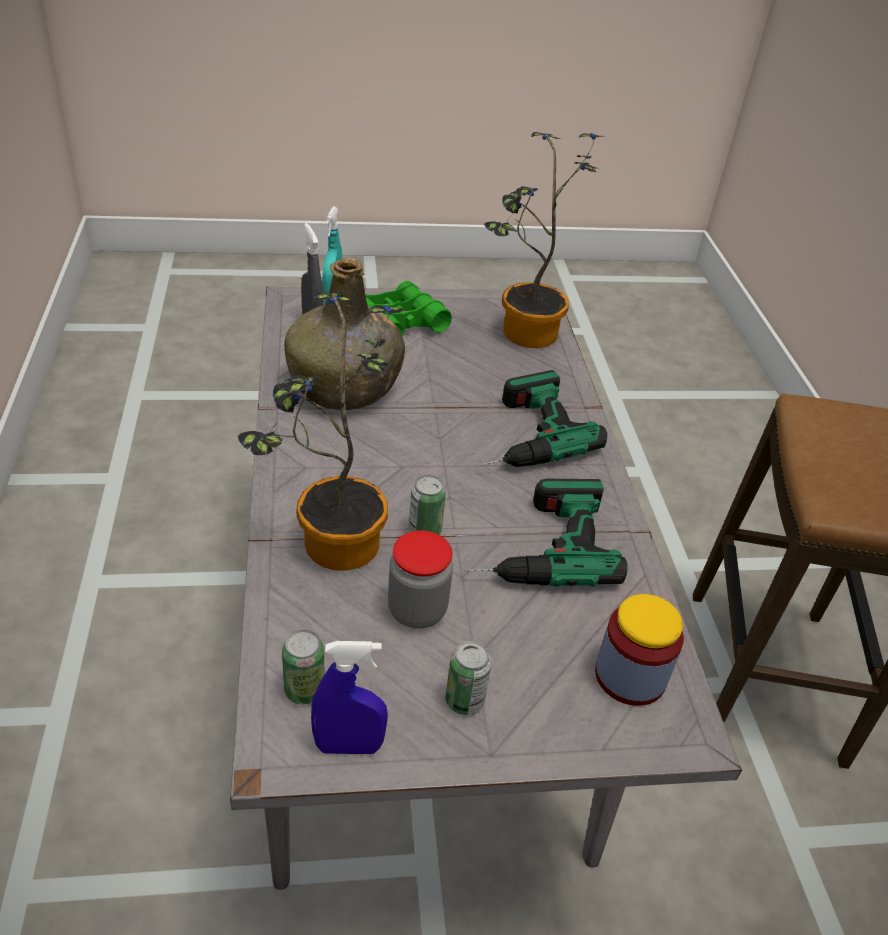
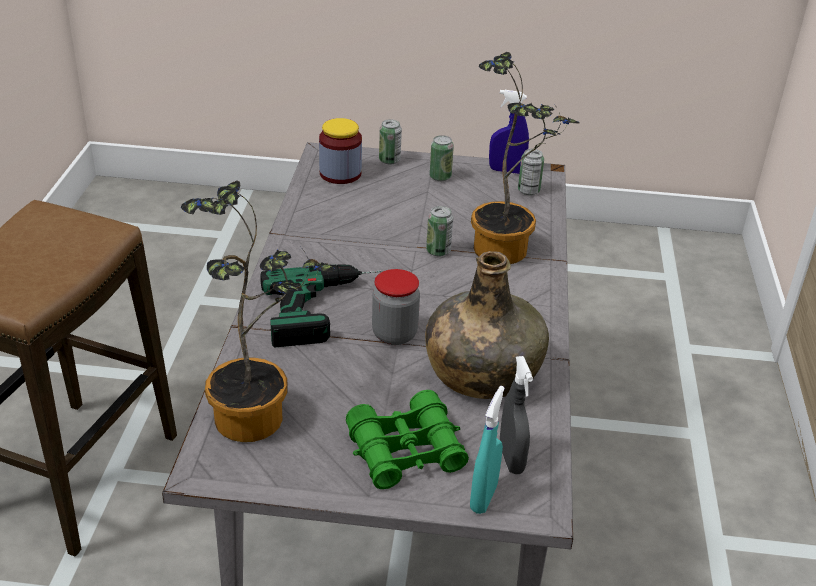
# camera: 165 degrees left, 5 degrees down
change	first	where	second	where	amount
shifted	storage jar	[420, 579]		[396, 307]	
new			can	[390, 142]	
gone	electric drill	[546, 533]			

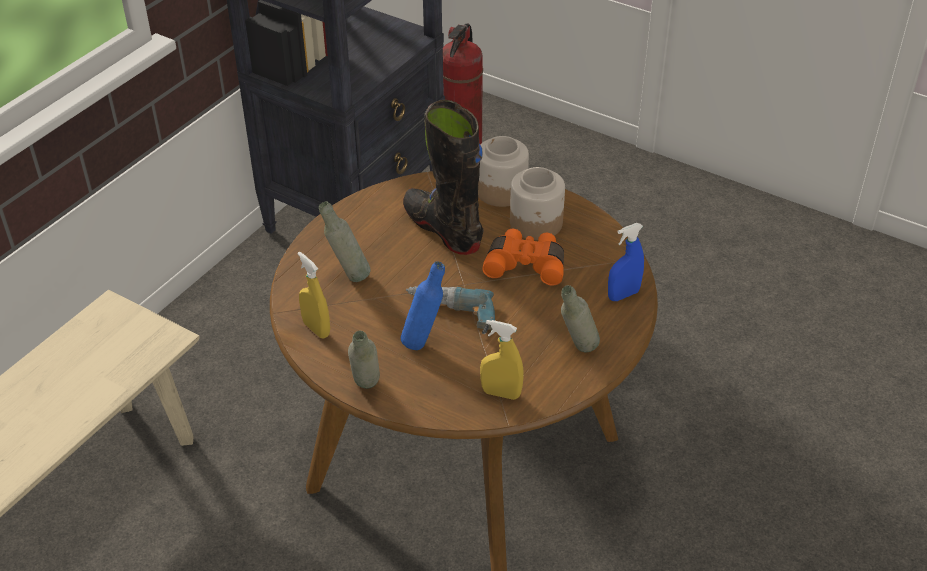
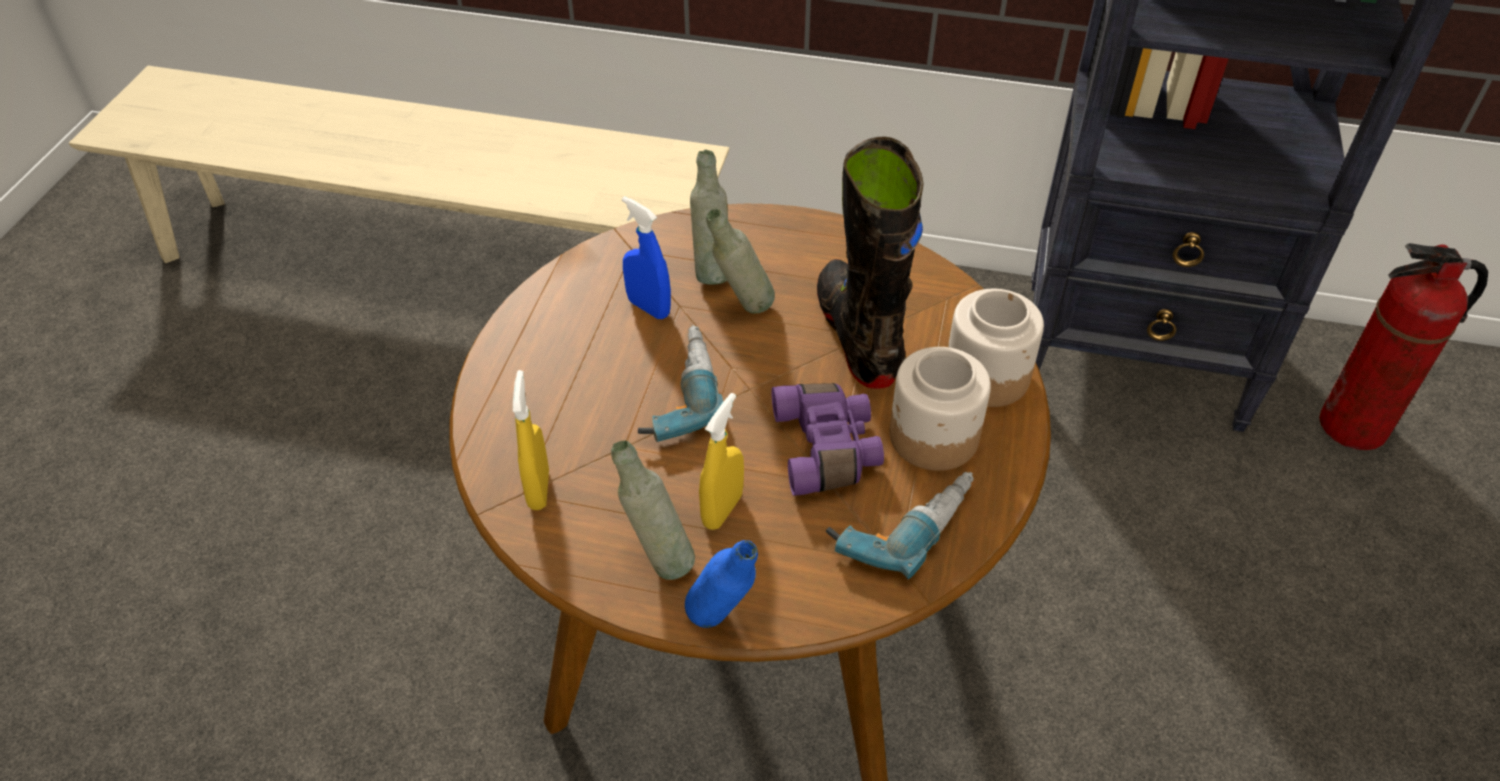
# camera: 70 degrees right, 5 degrees up
change	first	where	second	where	amount
shifted	hand sprayer/blue-coloured	[626, 262]		[646, 257]	
shifted	beverage bottle/blue-coloured	[423, 305]		[721, 584]	
shifted	hand sprayer/yellow-coloured	[313, 295]		[721, 461]	
shifted	beverage bottle/greyish	[364, 360]		[740, 261]	
repainted	binoculars/orangey	[523, 257]	binoculars/purple	[828, 439]	
rotated	high-top boot/blackish	[443, 177]		[870, 262]	45 degrees counterclockwise
new			electric drill	[900, 526]	

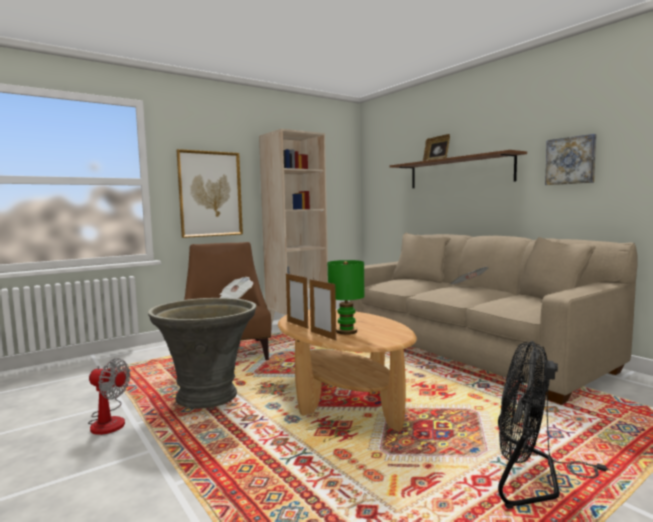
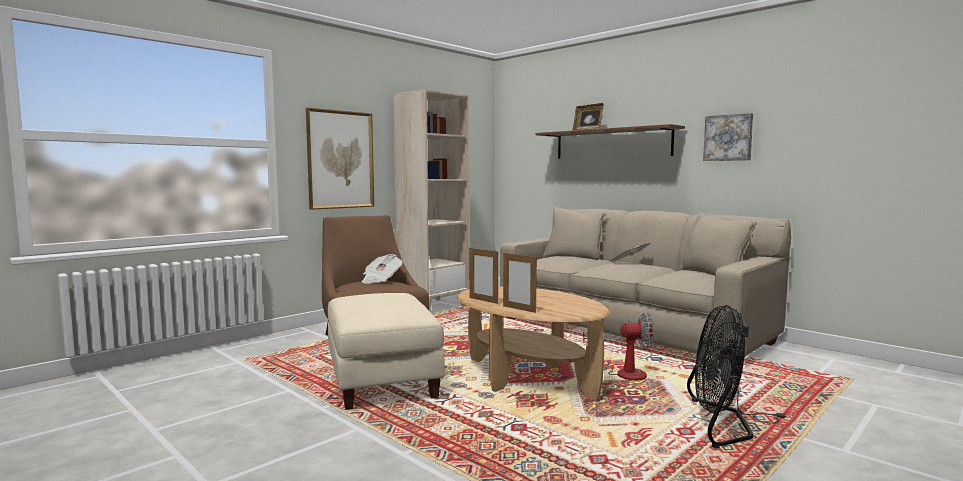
# camera: 10 degrees left, 0 degrees up
change	first	where	second	where	amount
swapped	planter/greyish	[202, 353]	footrest/sand-coloured	[386, 351]	
shifted	fan	[109, 396]		[618, 346]	
gone	tabletop lamp/greenish	[346, 297]			

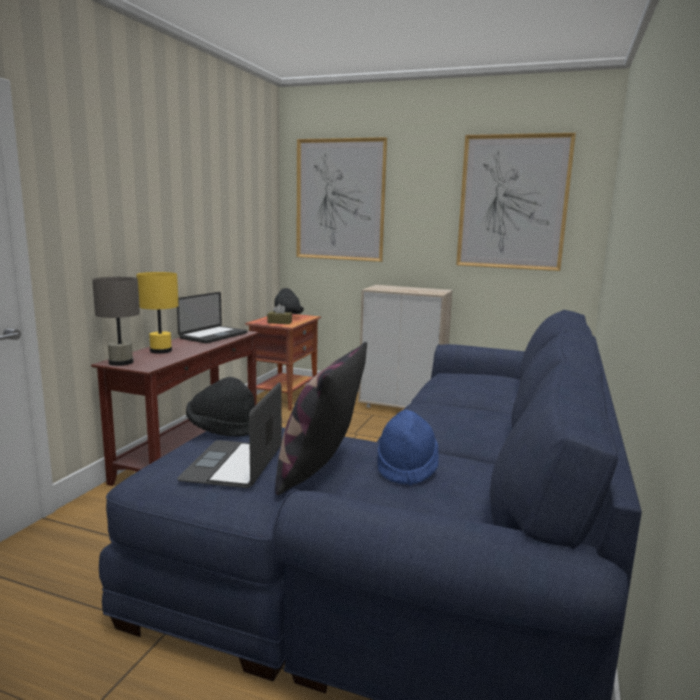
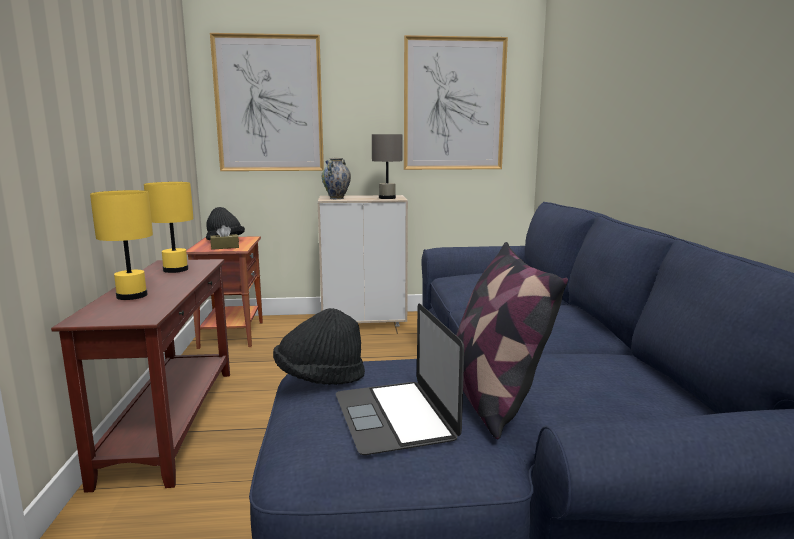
# camera: 25 degrees left, 0 degrees up
change	first	where	second	where	amount
swapped	notebook computer	[212, 317]	tabletop lamp/yellow-coloured	[168, 227]	
new			decorative vase	[336, 178]	
shifted	tabletop lamp/greyish	[116, 321]		[387, 166]	
gone	hat/blue-coloured	[408, 448]			

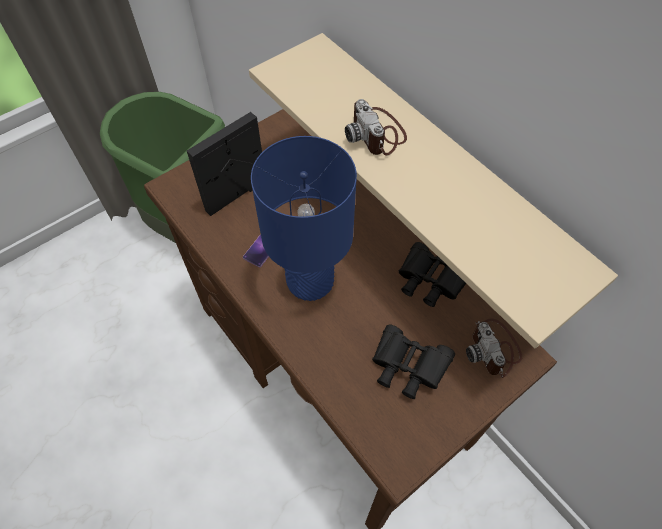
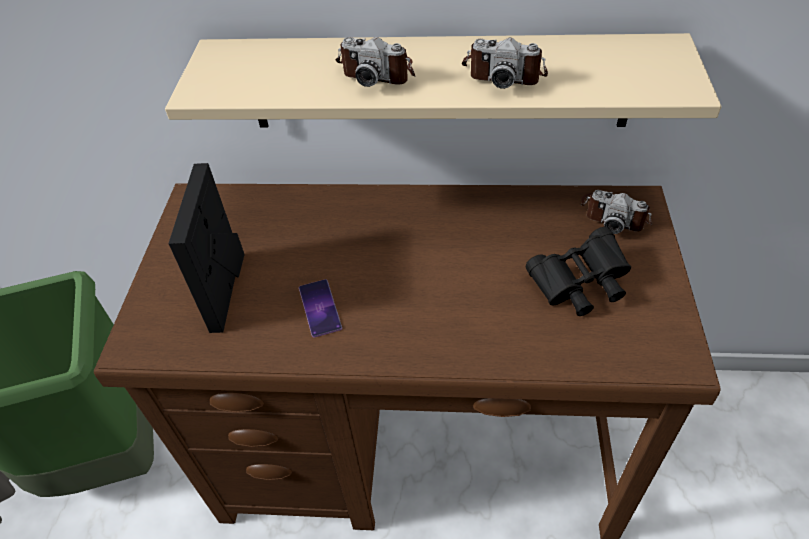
# camera: 45 degrees left, 10 degrees down
change	first	where	second	where	amount
new			still camera	[505, 63]	
gone	tabletop lamp/blue-coloured	[304, 218]			
gone	binoculars/blackish	[432, 274]			

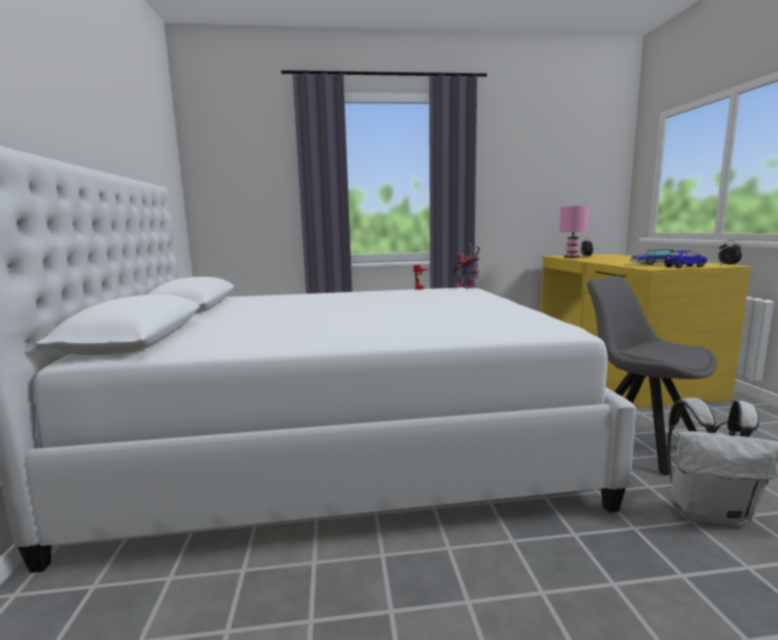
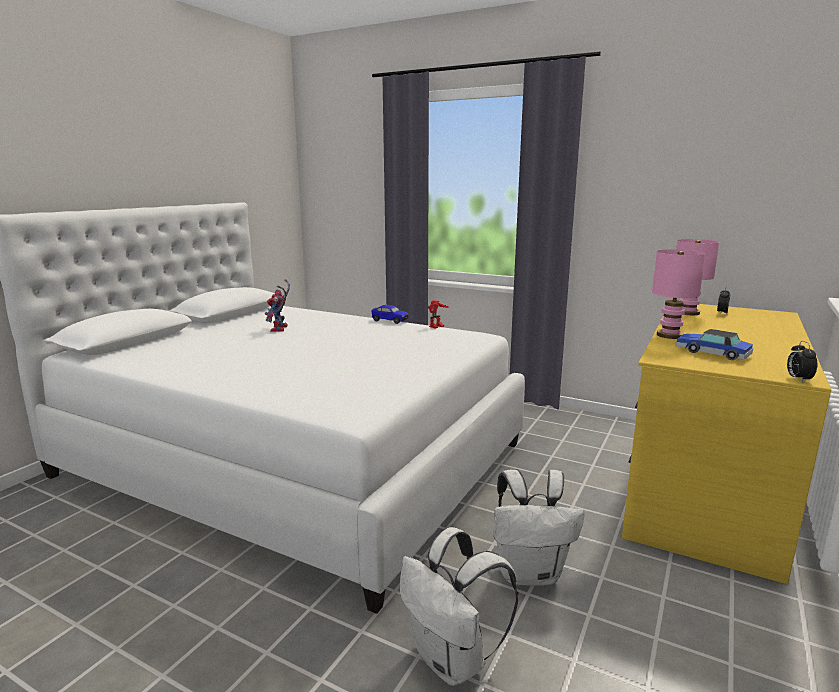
# camera: 35 degrees right, 5 degrees up
change	first	where	second	where	amount
shifted	model robot	[466, 266]		[277, 305]	
shifted	model car	[685, 259]		[390, 314]	
swapped	upright chair/greyish	[652, 375]	backpack/white	[539, 527]	
new			tabletop lamp/pink	[679, 294]	

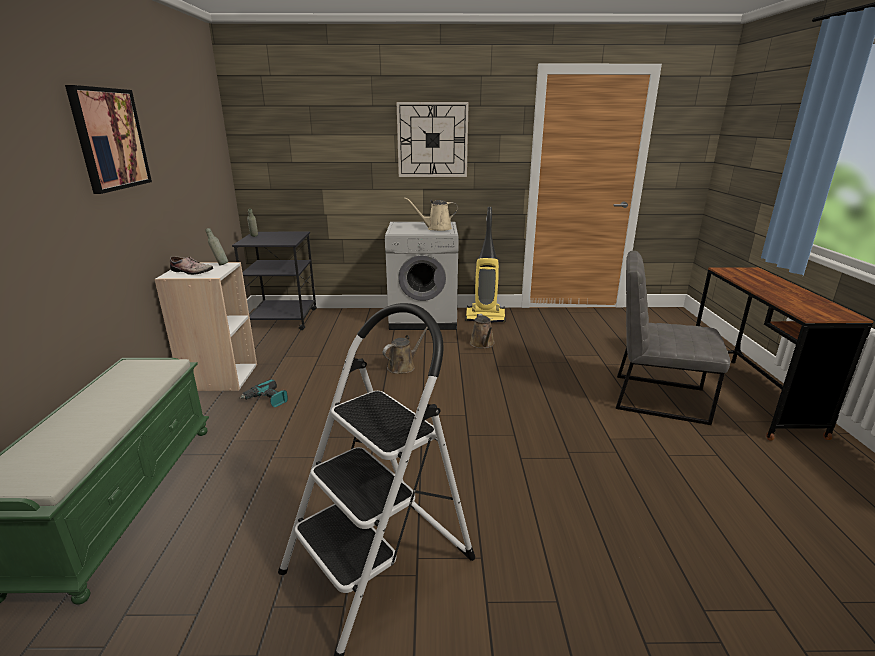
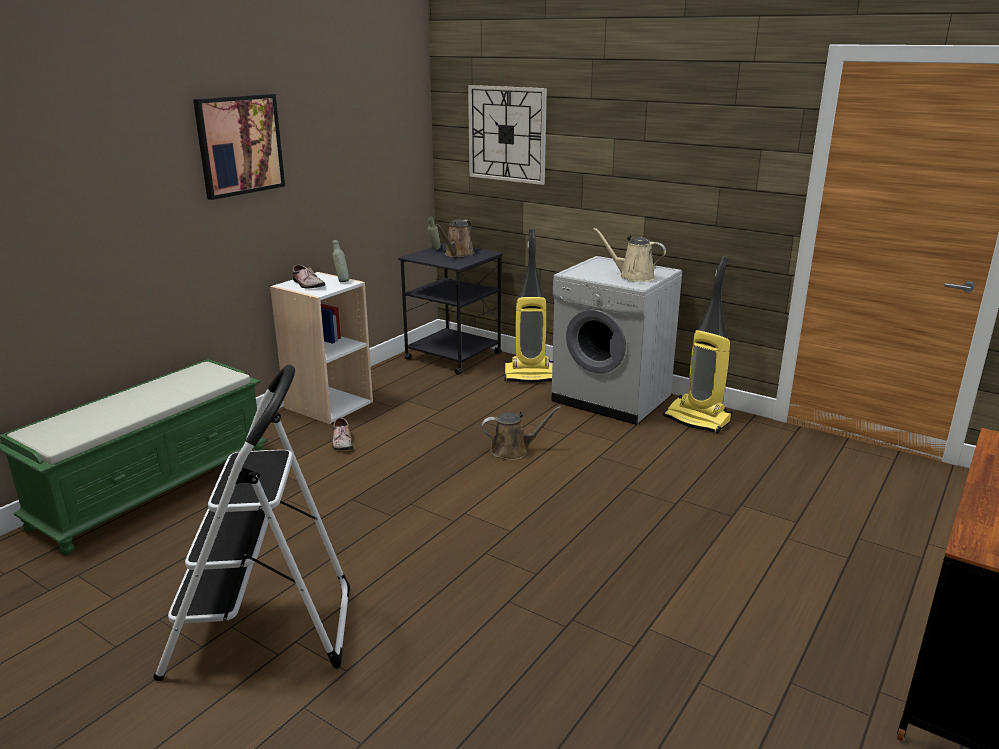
# camera: 35 degrees right, 0 degrees up
change	first	where	second	where	amount
swapped	electric drill	[264, 393]	low shoe	[342, 434]	
shifted	watering can/brownish	[482, 331]		[454, 238]	
shifted	clock on the wall	[433, 139]		[507, 135]	
new			hoover	[528, 306]	
gone	upright chair/greyish	[673, 338]			

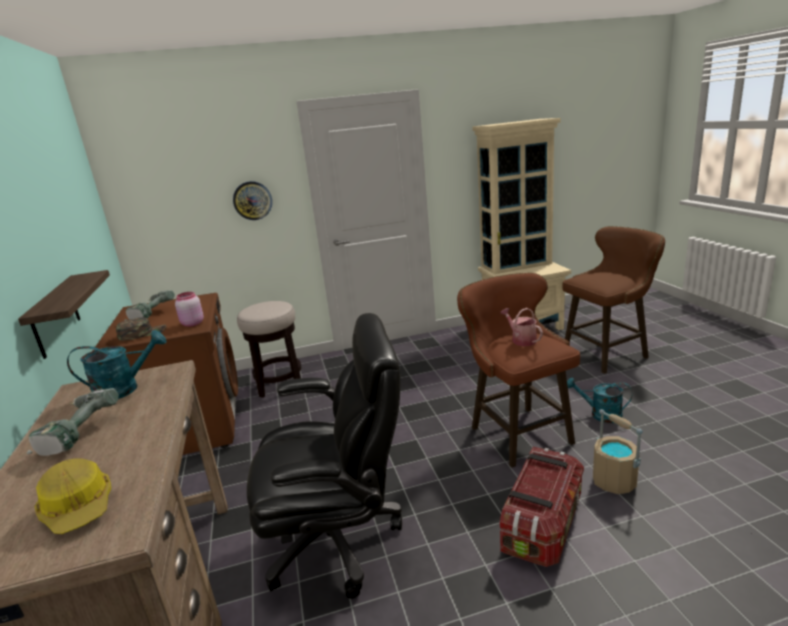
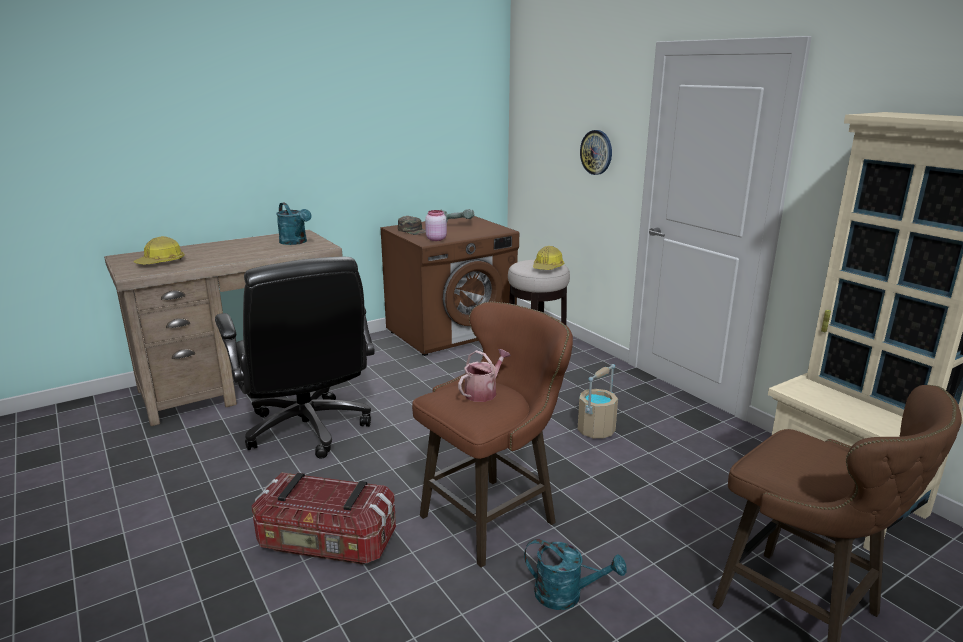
# camera: 70 degrees right, 0 degrees up
change	first	where	second	where	amount
rotated	watering can/turquoise	[599, 400]		[575, 574]	105 degrees clockwise
new			safety helmet	[549, 258]	
shifted	bucket/sand-coloured	[618, 451]		[597, 401]	
gone	bracket shelf	[64, 314]			
gone	electric drill	[72, 422]			

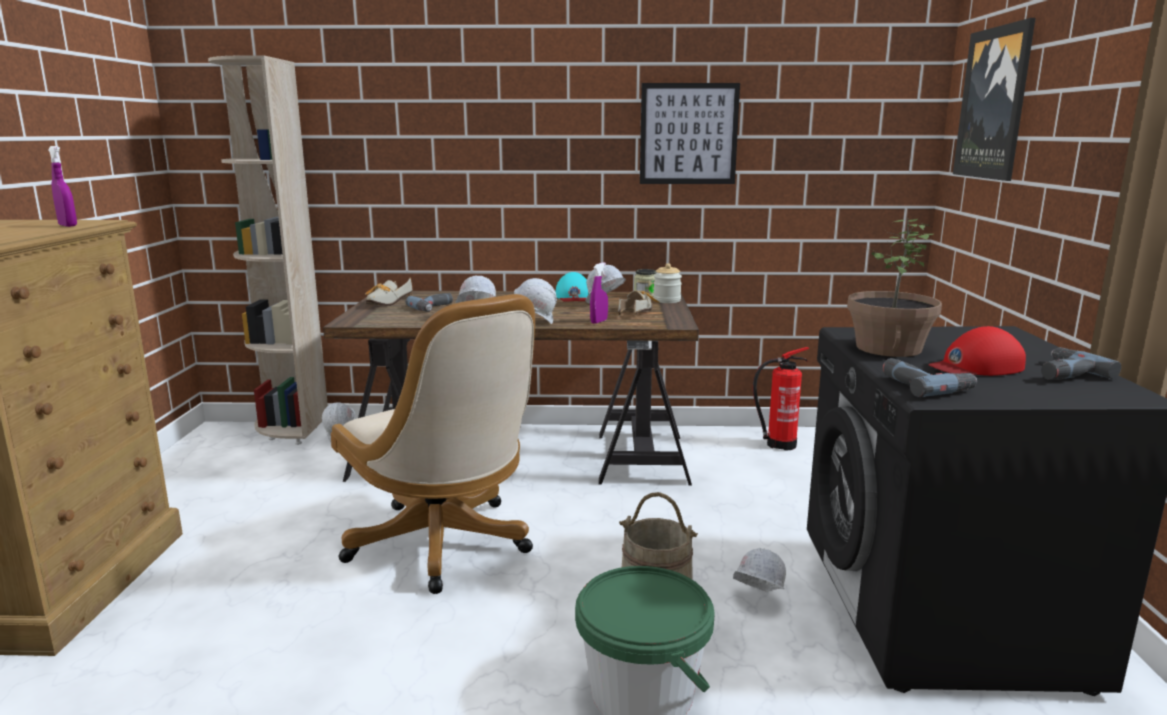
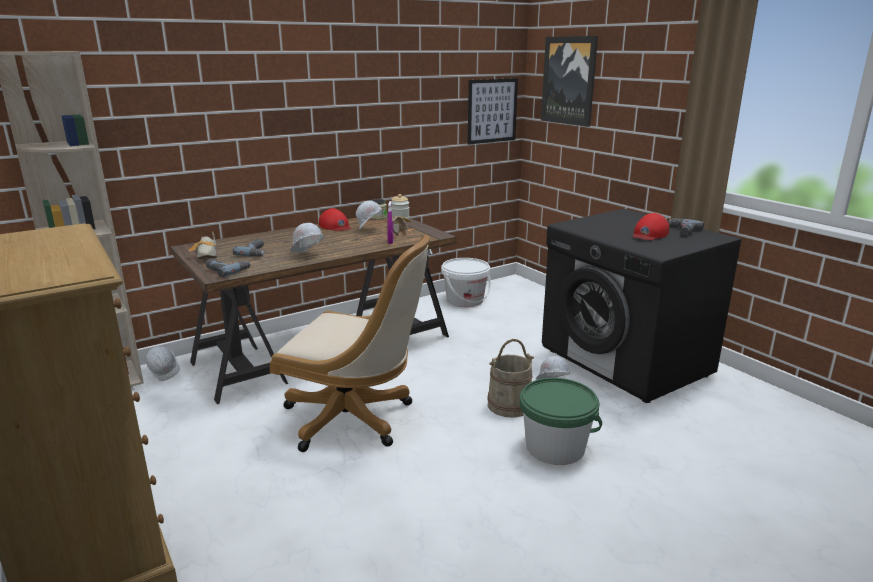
# camera: 35 degrees left, 5 degrees up
change	first	where	second	where	amount
shifted	electric drill	[930, 377]		[228, 268]	
repainted	cap/turquoise	[572, 287]	cap/red-coloured	[335, 219]	
swapped	extinguisher	[781, 399]	bucket/white	[466, 282]	
shifted	picture	[690, 133]		[493, 111]	
gone	hand sprayer/purple	[62, 186]			
gone	safety helmet/white	[535, 301]			
gone	plant in a pot	[894, 288]			

